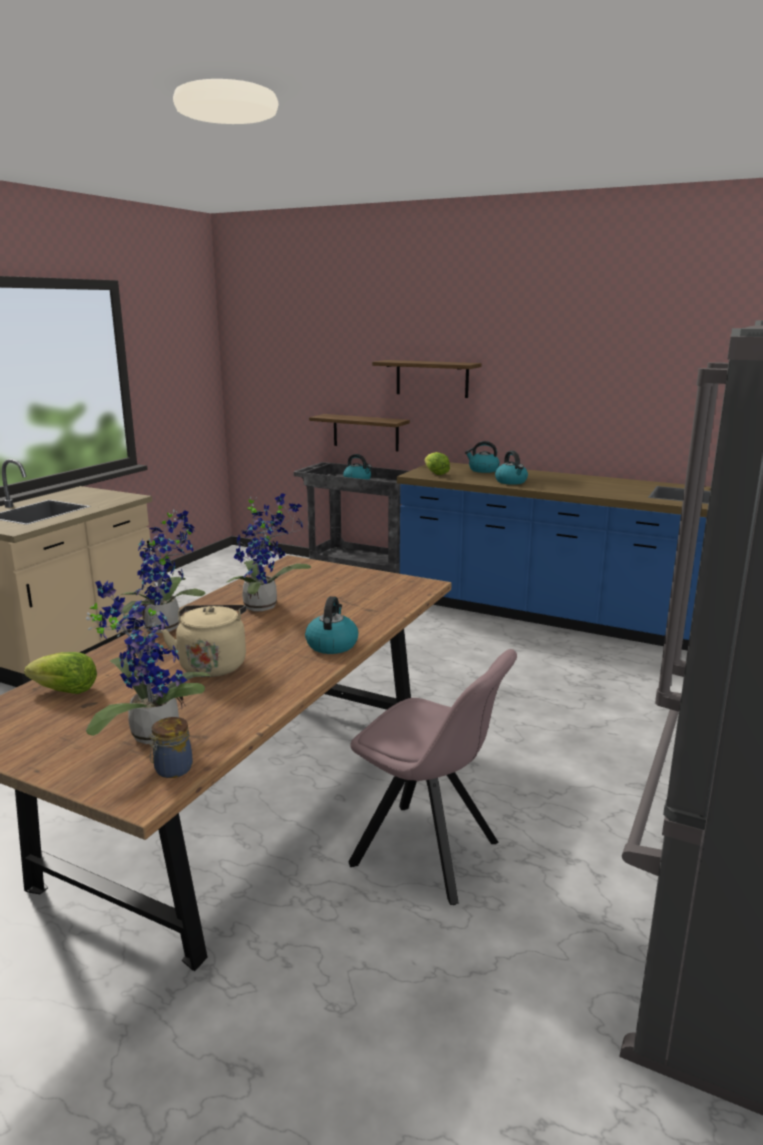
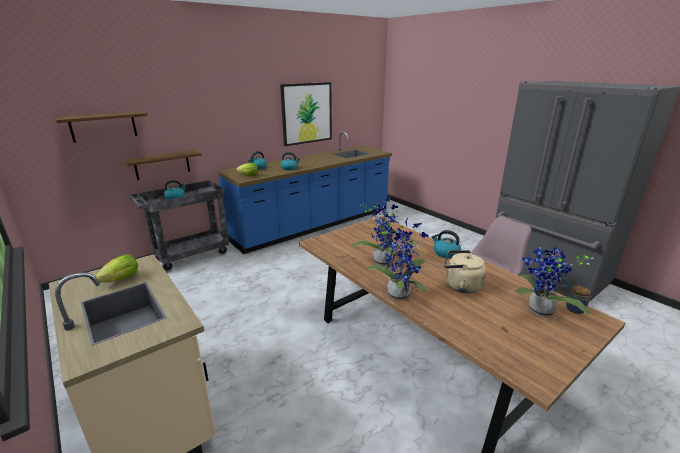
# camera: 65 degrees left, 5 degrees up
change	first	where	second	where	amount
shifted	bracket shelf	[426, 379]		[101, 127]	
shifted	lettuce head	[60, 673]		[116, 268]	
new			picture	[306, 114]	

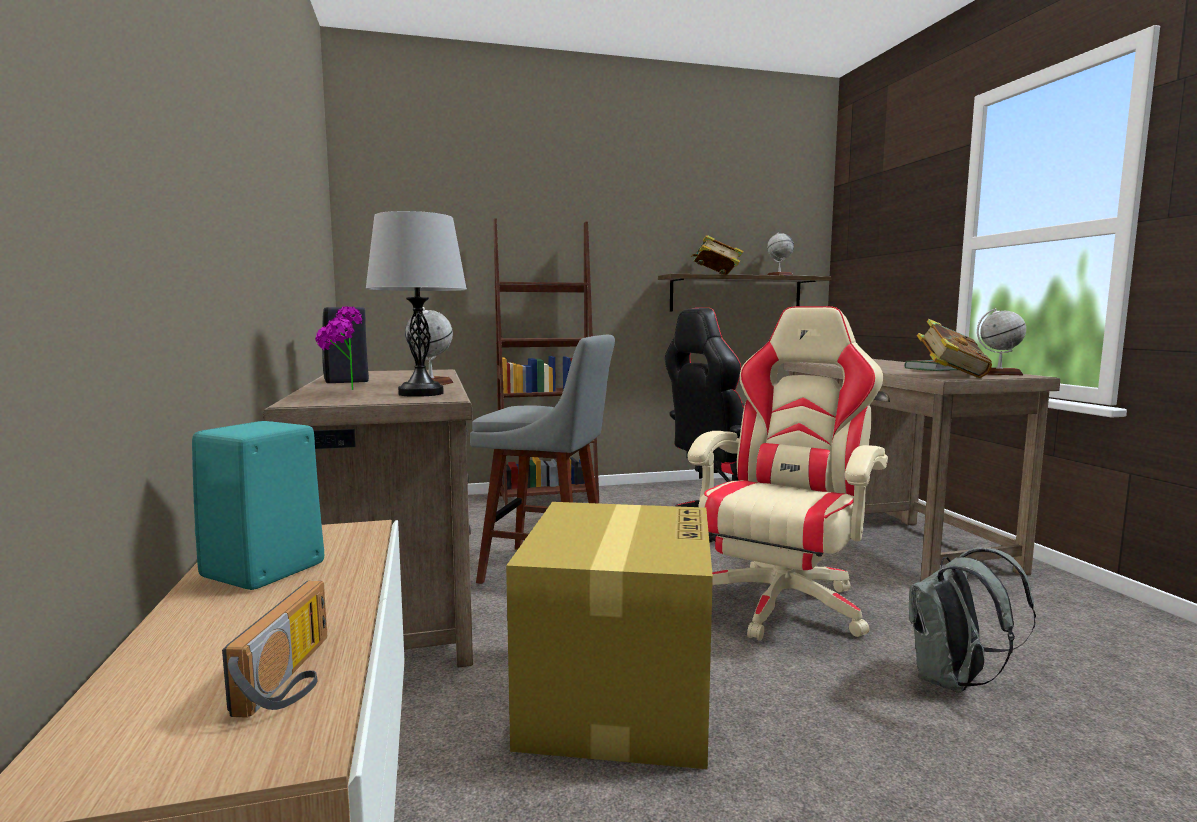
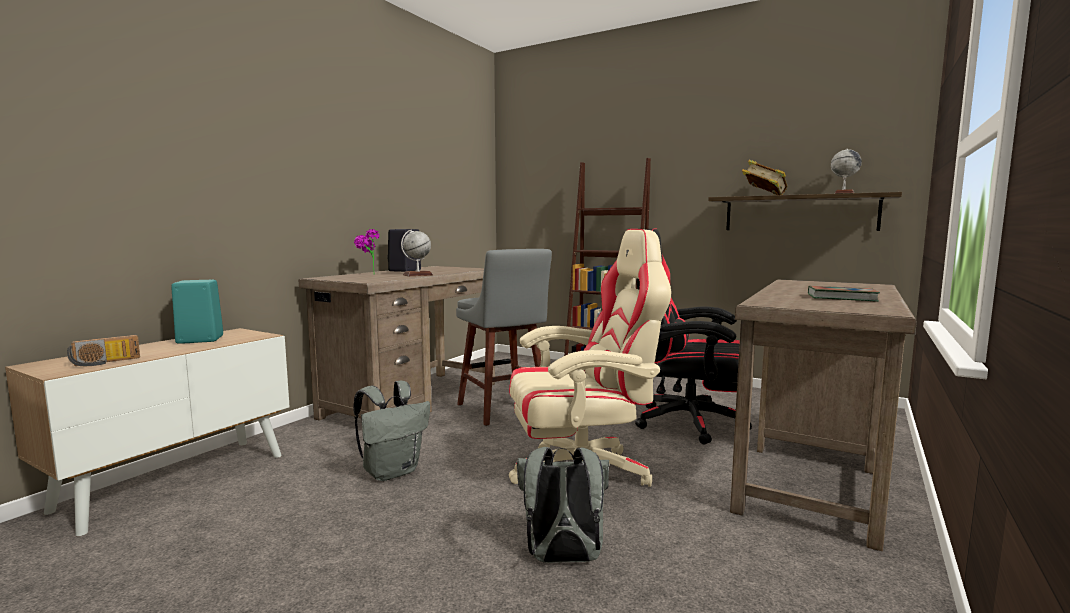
# camera: 45 degrees right, 0 degrees up
change	first	where	second	where	amount
swapped	packing box	[609, 635]	backpack/greyish	[391, 431]	
gone	tabletop lamp/greyish	[416, 304]			
gone	volume	[954, 348]			
gone	globe	[1001, 341]			

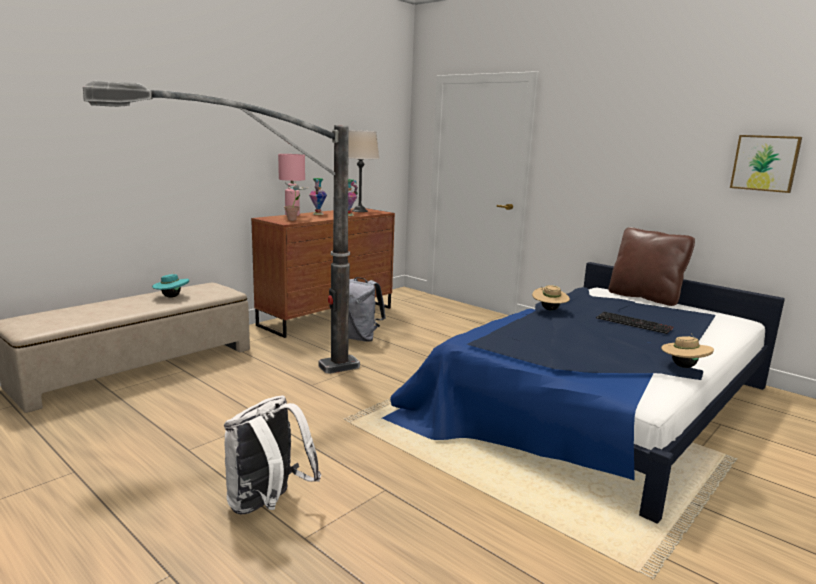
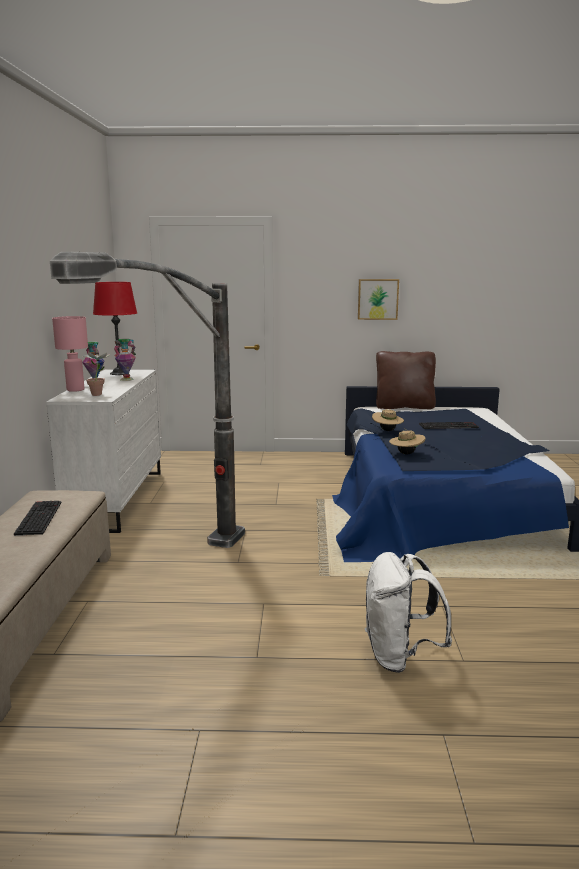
# camera: 40 degrees left, 0 degrees up
change	first	where	second	where	amount
swapped	hat/turquoise	[170, 286]	computer keyboard	[38, 518]	
repainted	dresser/brownish	[323, 273]	dresser/white	[103, 451]	
repainted	tabletop lamp/sand-coloured	[364, 171]	tabletop lamp/red-coloured	[115, 328]	
shifted	picture	[766, 164]		[378, 299]	
shifted	hat/sand-coloured	[687, 351]		[407, 441]	
gone	backpack/greyish	[367, 309]			

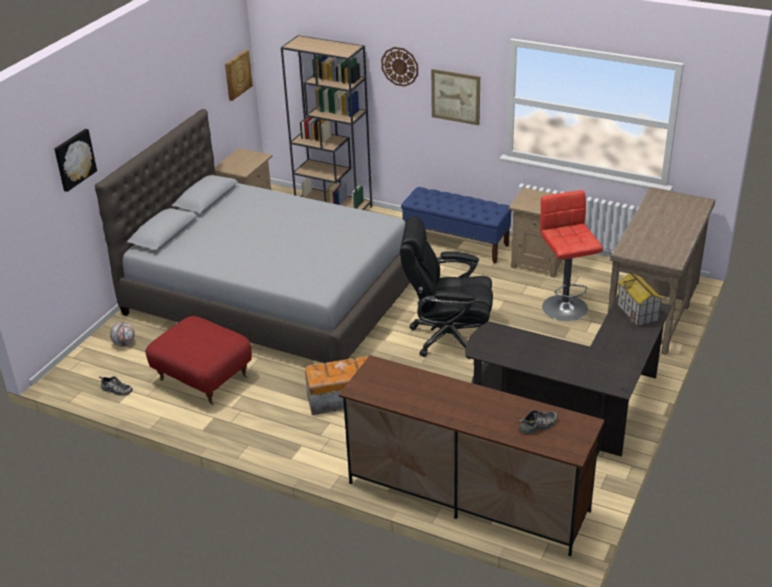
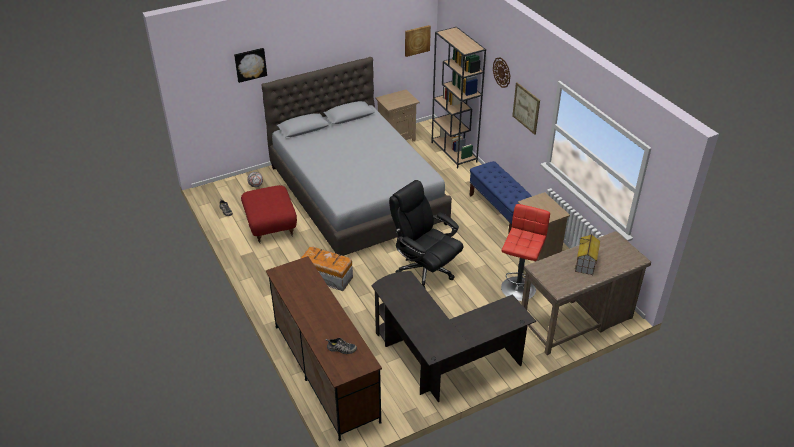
# camera: 35 degrees right, 5 degrees up
change	first	where	second	where	amount
shifted	model house	[640, 298]		[587, 254]	

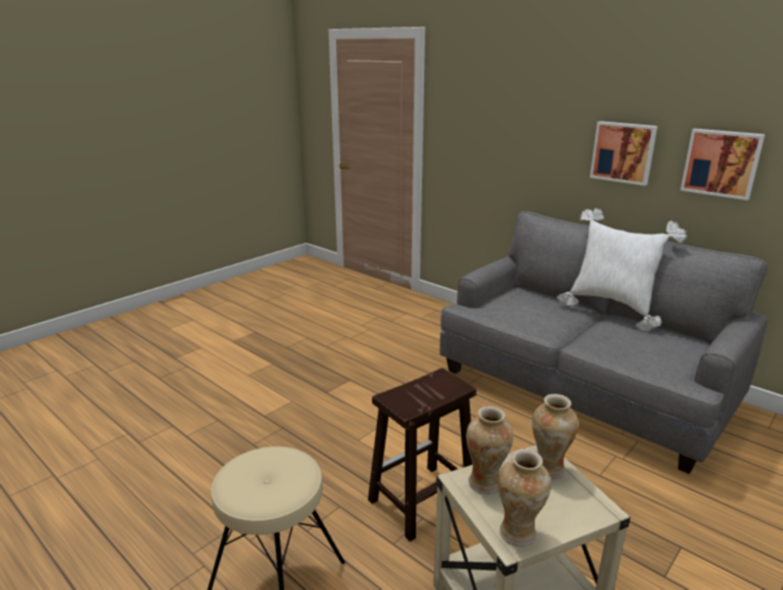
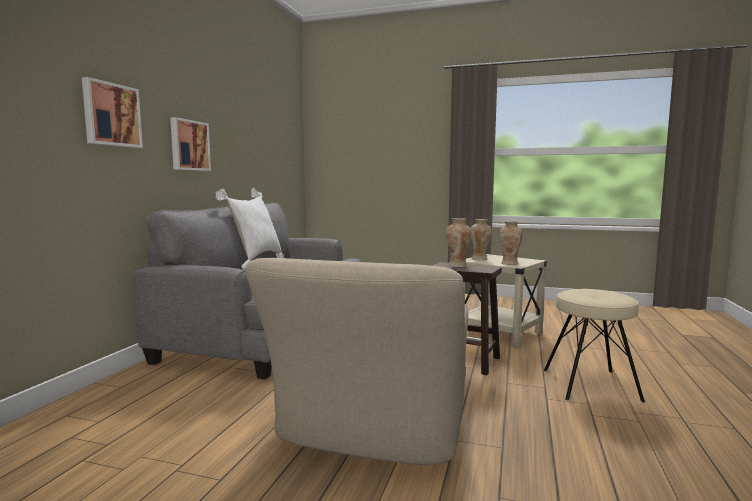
# camera: 115 degrees left, 15 degrees down
change	first	where	second	where	amount
shifted	picture	[722, 164]		[112, 112]	
new			easy chair/sand-coloured	[356, 361]	
shifted	decorative vase	[524, 498]		[459, 242]	

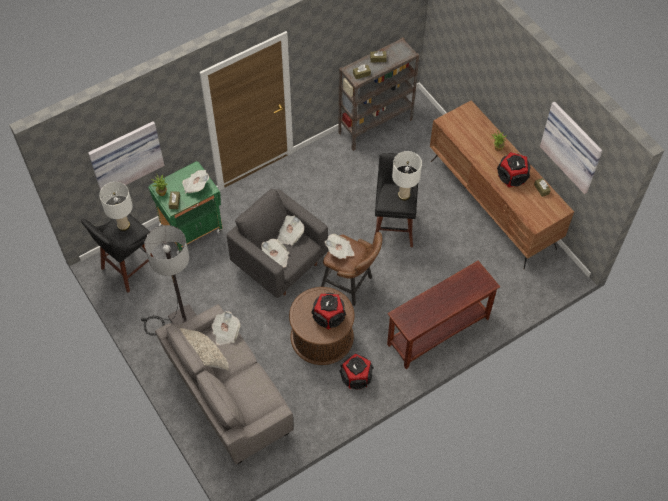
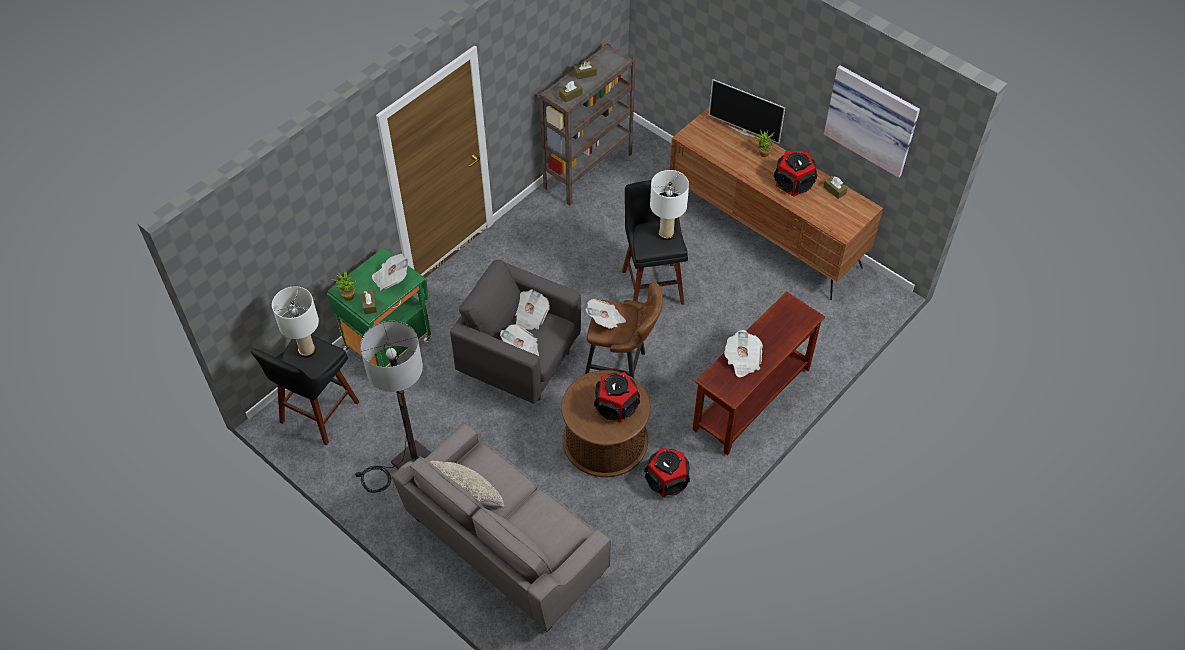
# camera: 15 degrees left, 5 degrees down
change	first	where	second	where	amount
new			television	[747, 111]	
shifted	newspaper	[225, 328]		[743, 353]	
gone	picture	[126, 155]			

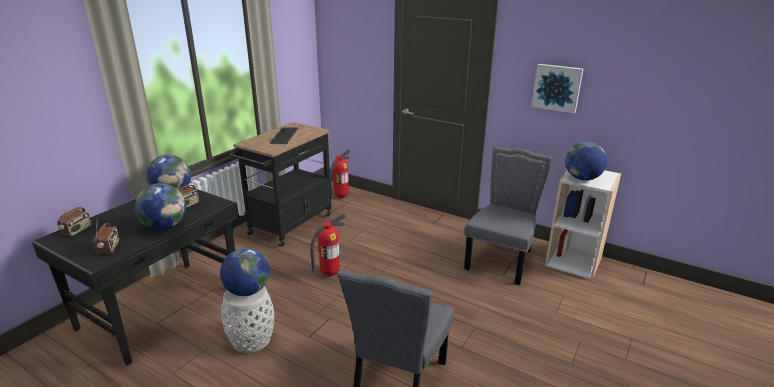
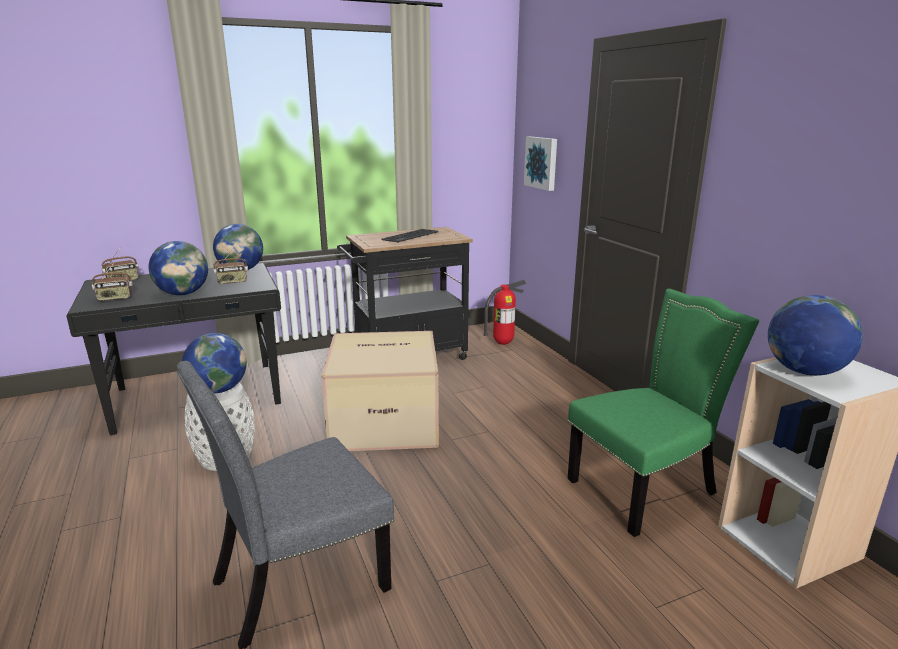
# camera: 35 degrees right, 5 degrees down
change	first	where	second	where	amount
rotated	radio set	[106, 235]		[112, 281]	45 degrees clockwise
swapped	extinguisher	[328, 245]	packing box	[380, 391]	
shifted	picture	[557, 88]		[540, 164]	
repainted	upright chair/greyish	[508, 215]	upright chair/greenish	[663, 413]	

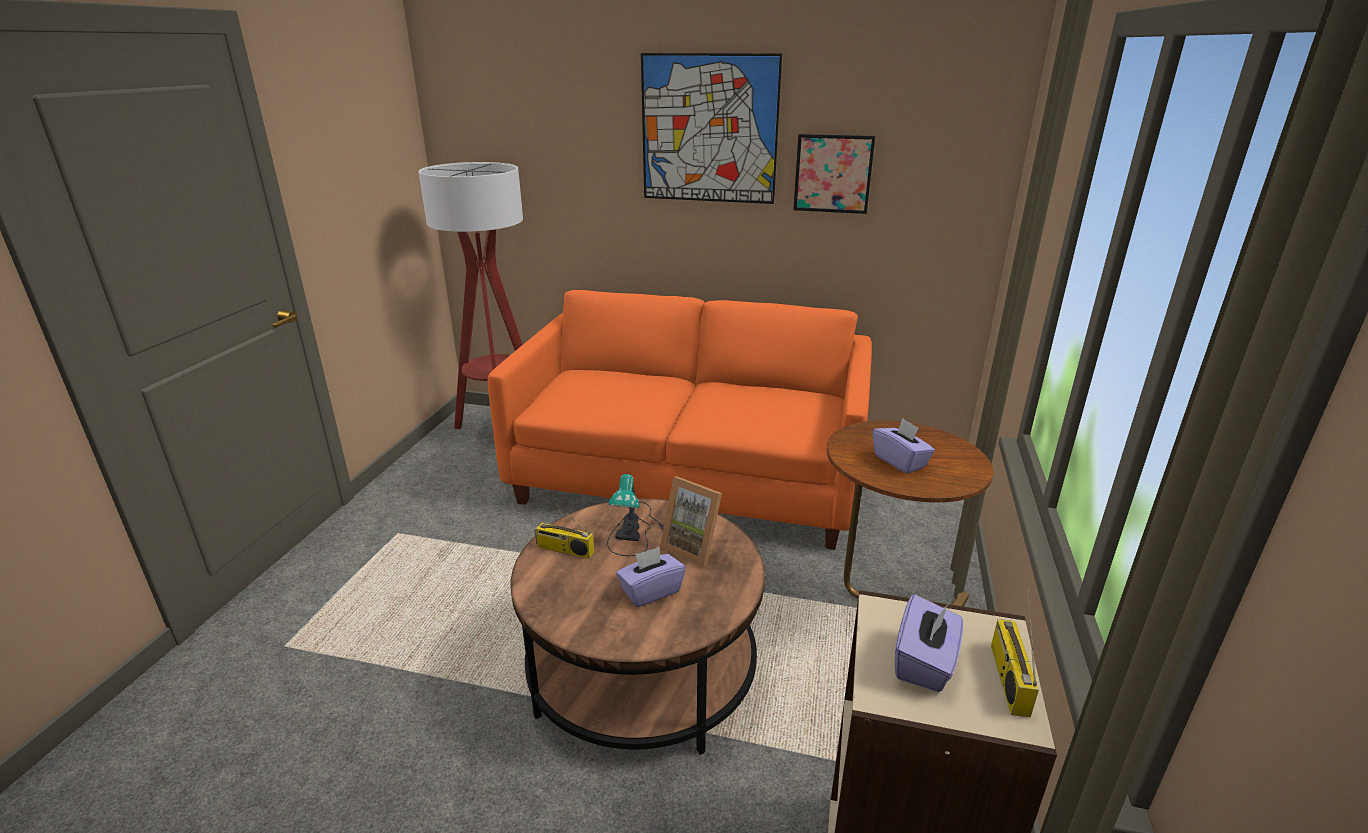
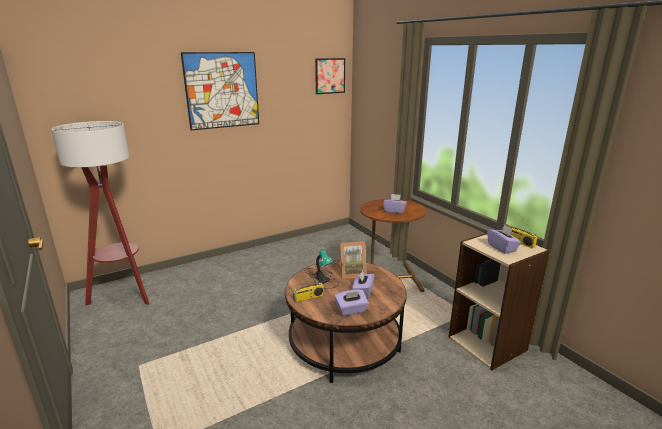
# camera: 45 degrees left, 5 degrees down
change	first	where	second	where	amount
shifted	picture	[834, 174]		[330, 76]	
new			tissue holder/purple	[352, 302]	
gone	settee/orangey	[680, 420]			

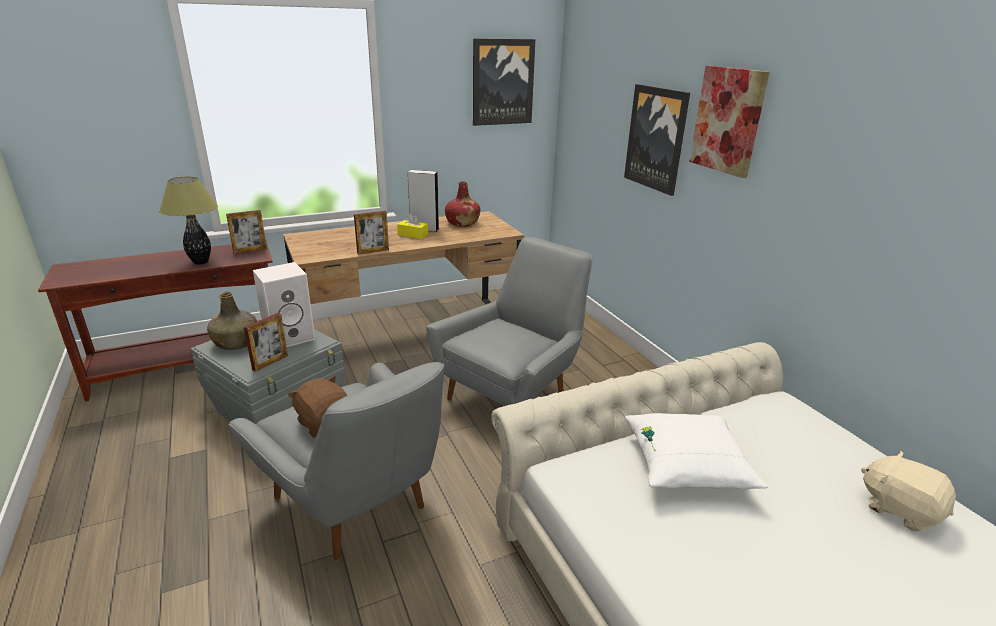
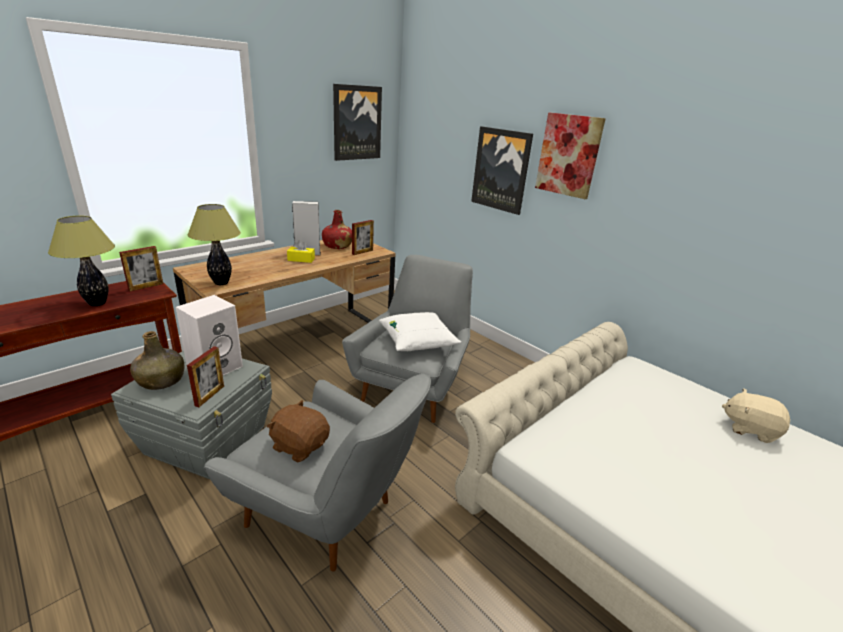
# camera: 20 degrees left, 0 degrees up
change	first	where	second	where	amount
new			tabletop lamp	[214, 244]	
shifted	standing frame	[371, 233]		[363, 237]	
shifted	cushion/white	[696, 451]		[420, 331]	

